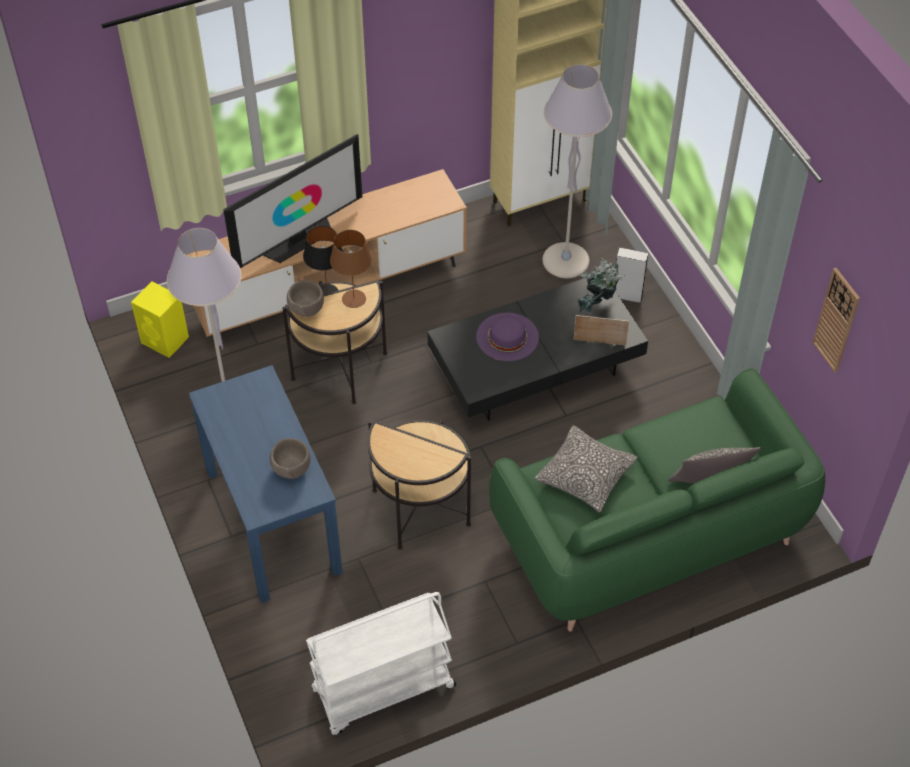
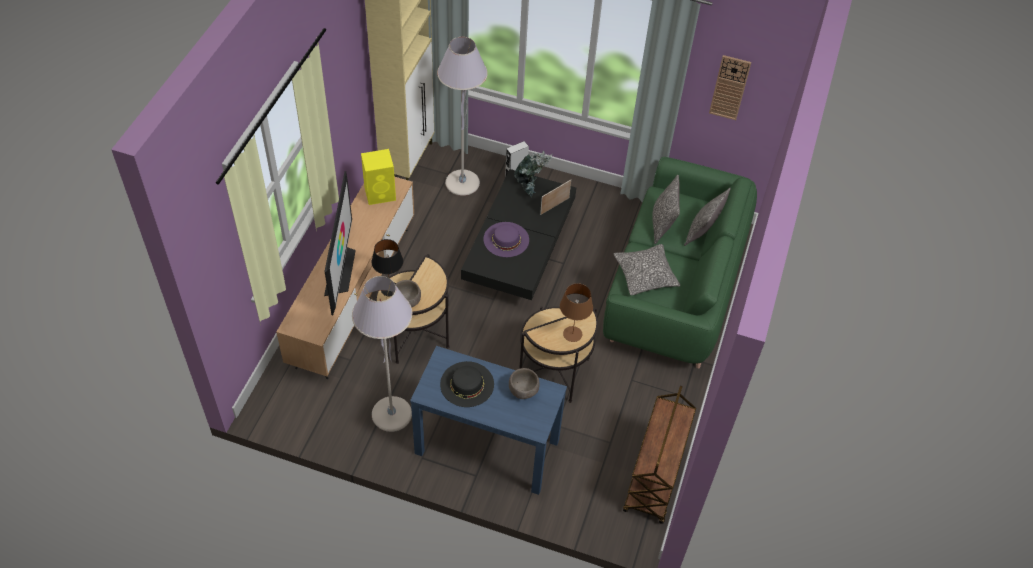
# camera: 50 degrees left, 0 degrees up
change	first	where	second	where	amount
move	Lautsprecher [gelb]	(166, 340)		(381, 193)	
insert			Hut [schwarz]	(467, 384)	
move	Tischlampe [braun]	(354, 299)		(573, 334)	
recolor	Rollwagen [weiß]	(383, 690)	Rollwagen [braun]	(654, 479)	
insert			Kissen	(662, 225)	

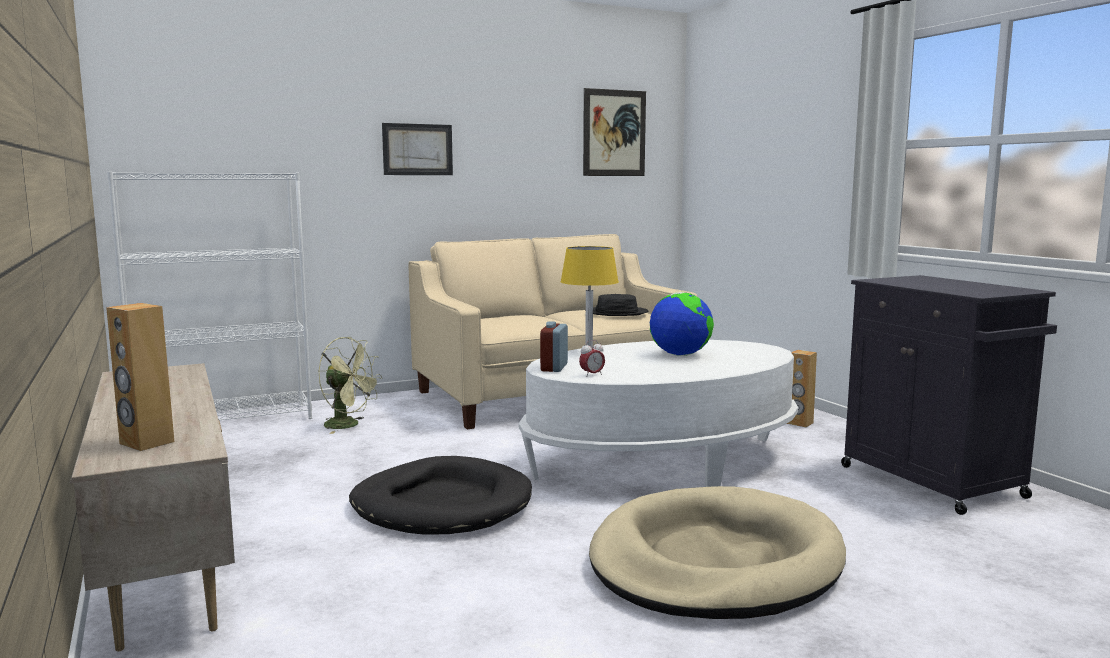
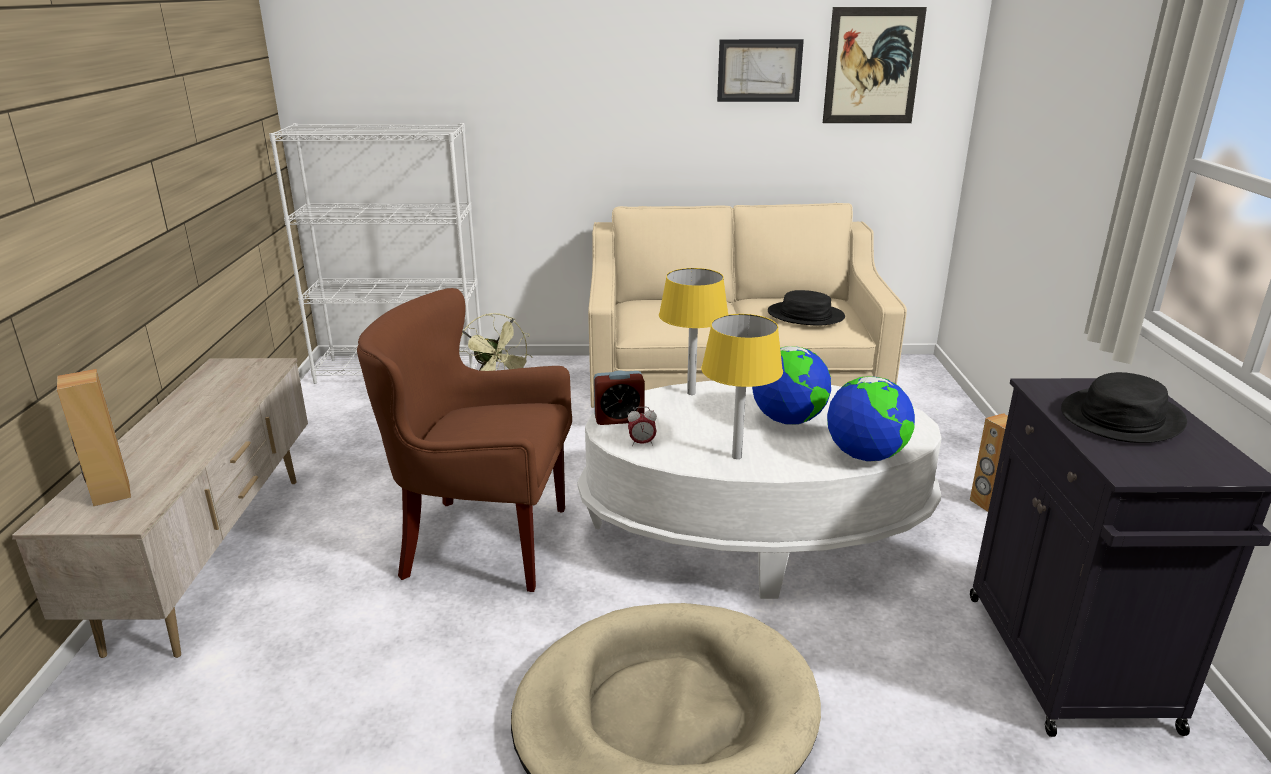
# camera: 25 degrees right, 15 degrees up
change	first	where	second	where	amount
replace	Hundebett [schwarz]	(442, 504)	Sessel [braun]	(481, 542)	
rotate	Wecker	(554, 367)		(619, 419)	135 degrees counterclockwise
insert			Tischlampe [gelb]	(736, 456)	
move	Bild	(417, 149)		(759, 70)	
insert			Globus	(865, 456)	
insert			Hut [schwarz]	(1121, 417)	

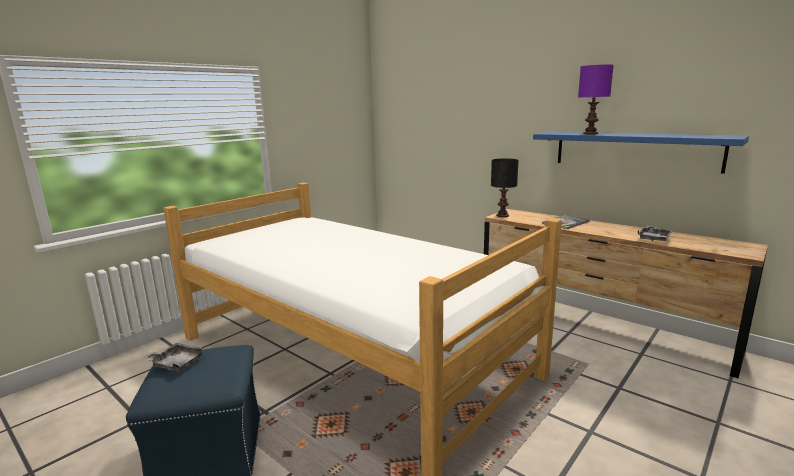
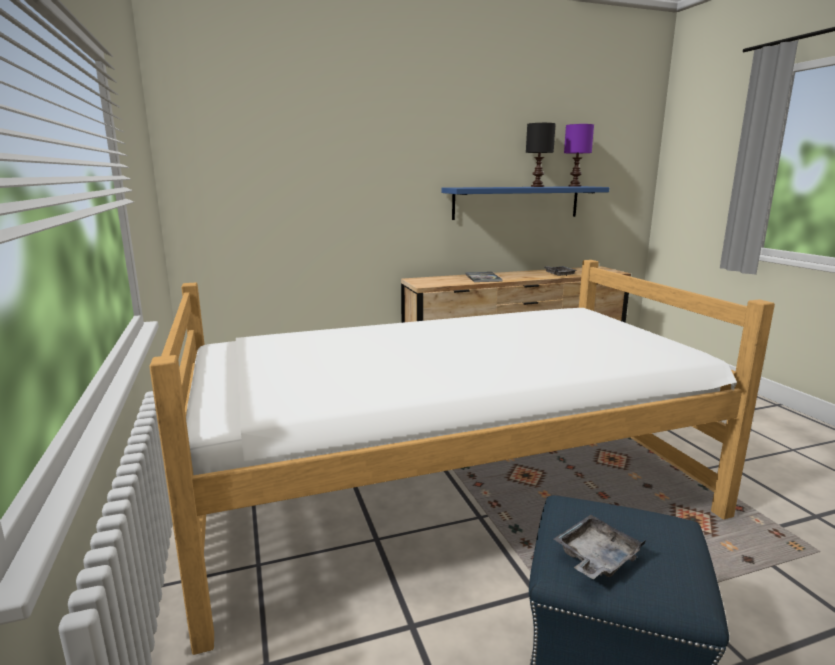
# camera: 60 degrees left, 0 degrees up
change	first	where	second	where	amount
move	Tischlampe [schwarz]	(503, 215)		(538, 186)	
move	Tischlampe [lila]	(591, 134)		(575, 186)	

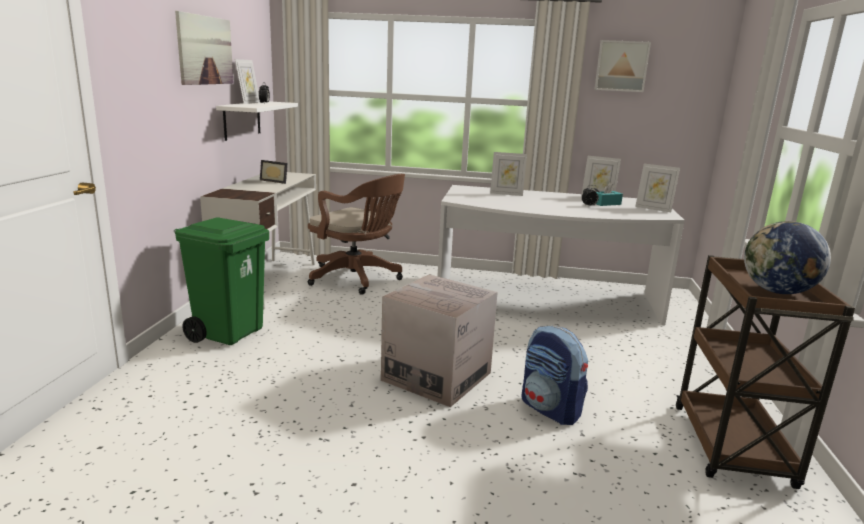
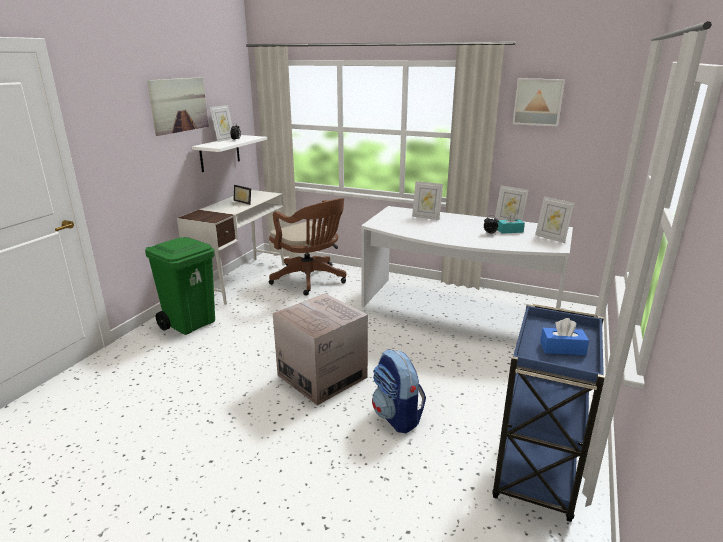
# camera: 15 degrees right, 5 degrees up
change	first	where	second	where	amount
recolor	Rollwagen [braun]	(732, 447)	Rollwagen [blau]	(536, 473)	
replace	Globus	(777, 292)	Taschentuchbox [blau]	(562, 348)	

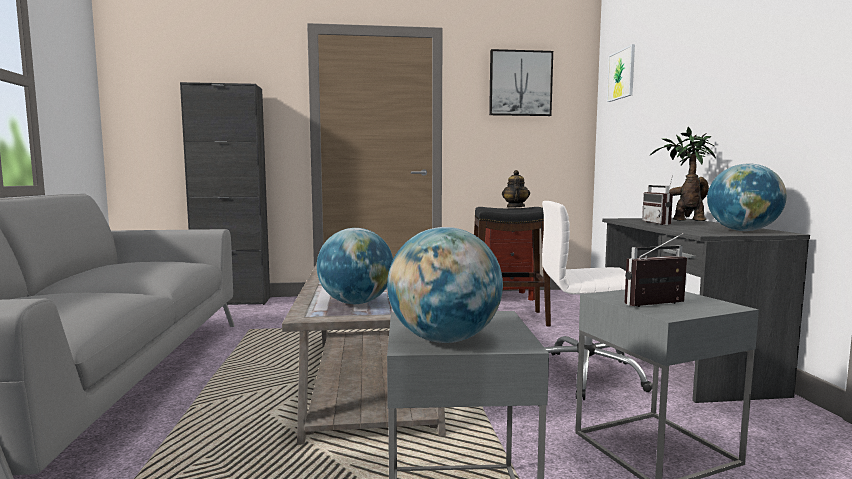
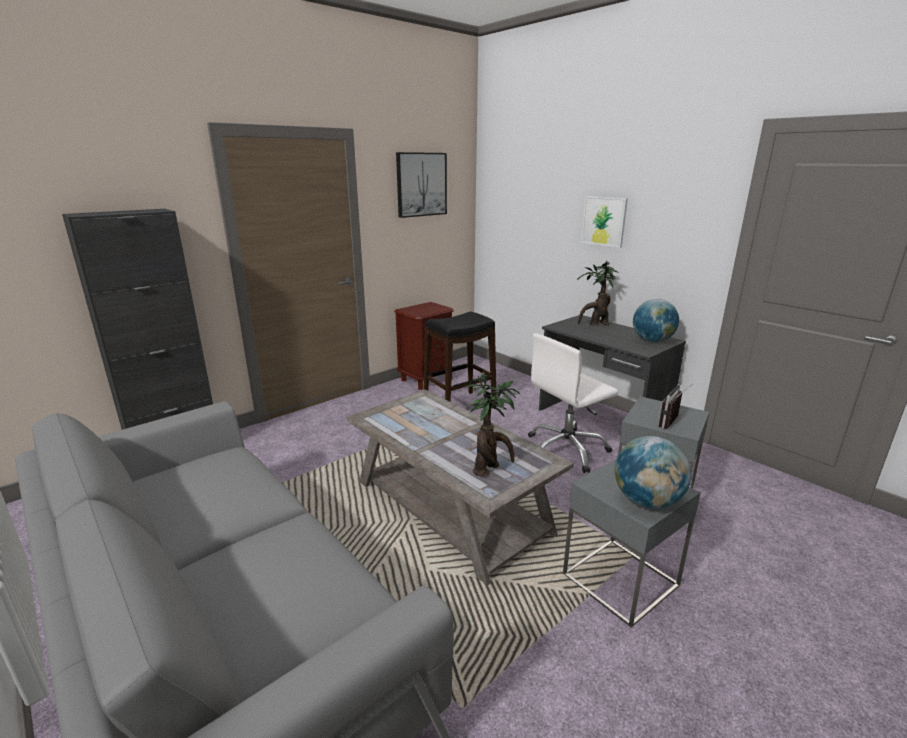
# camera: 35 degrees left, 15 degrees up
change	first	where	second	where	amount
replace	Globus	(356, 303)	Topfpflanze	(490, 468)	
move	Bild	(621, 74)		(604, 221)	
delete	Teekanne	(515, 207)			
delete	Radio	(661, 223)			

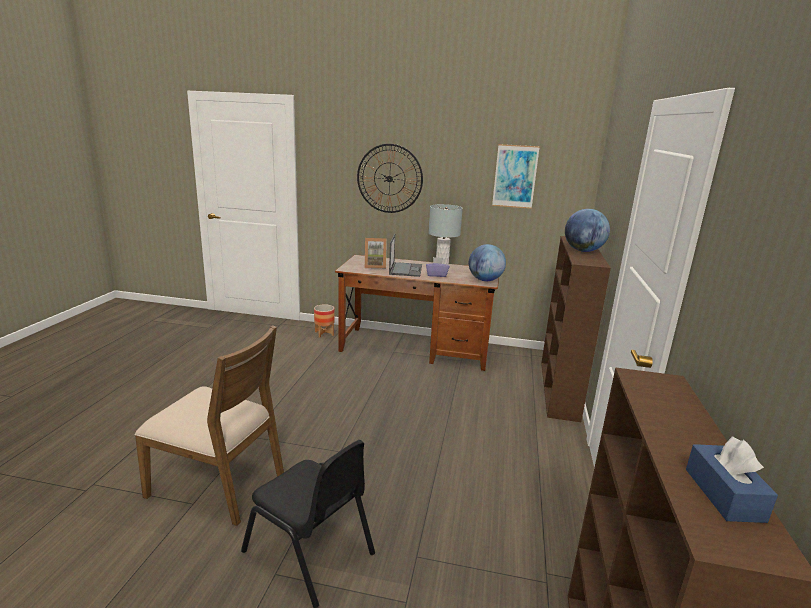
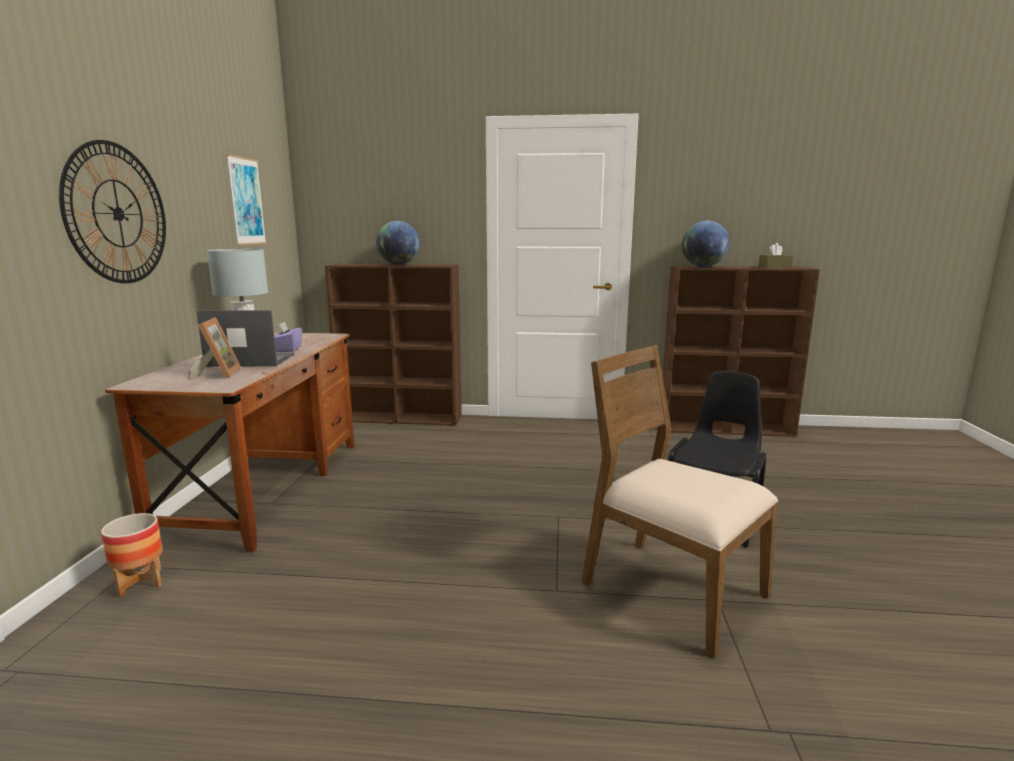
# camera: 95 degrees left, 5 degrees down
change	first	where	second	where	amount
rotate	Stuhl [braun]	(219, 484)		(671, 589)	60 degrees counterclockwise
move	Globus	(485, 280)		(703, 266)	
recolor	Taschentuchbox [blau]	(724, 494)	Taschentuchbox [braun]	(774, 267)	

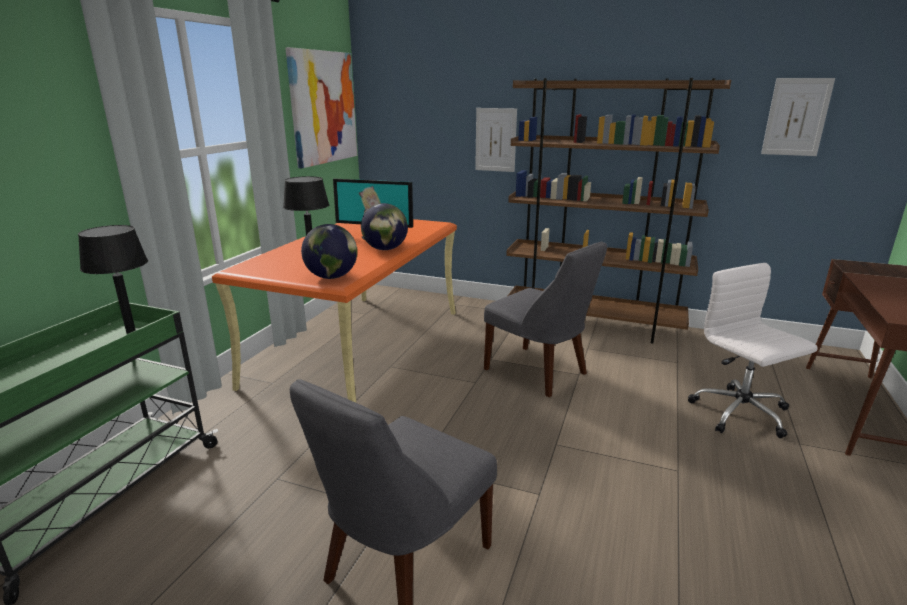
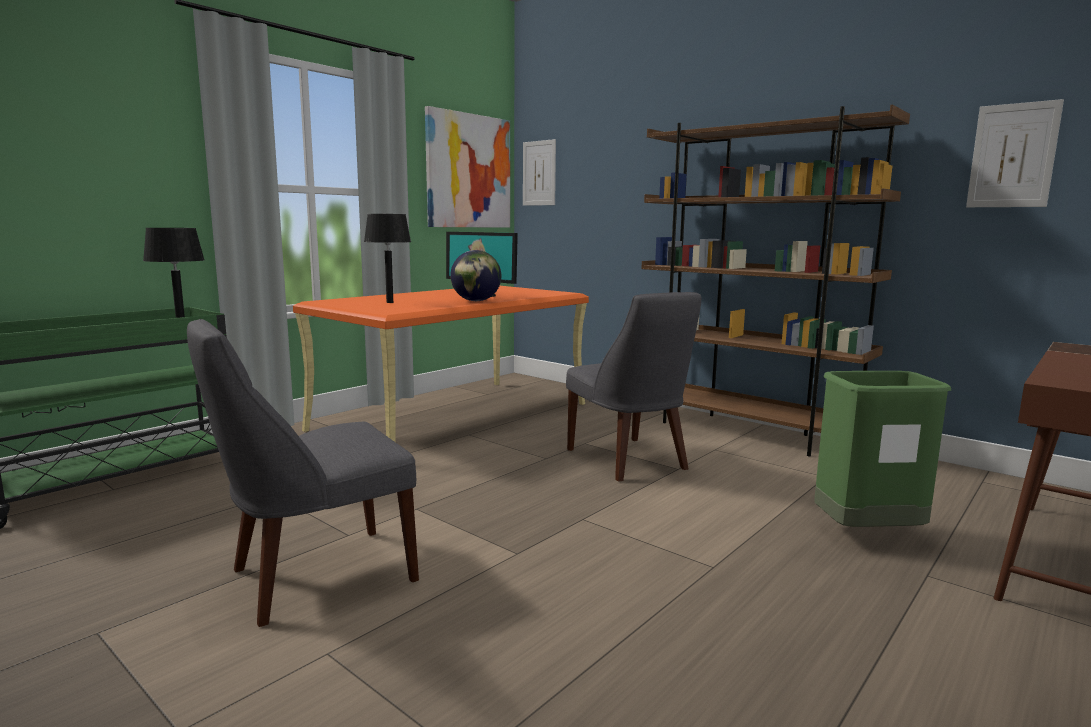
# camera: 20 degrees right, 10 degrees down
change	first	where	second	where	amount
move	Bild	(495, 140)		(539, 173)	
replace	Bürostuhl [weiß]	(741, 414)	Mülleimer [grün]	(867, 534)	
delete	Globus	(332, 277)			

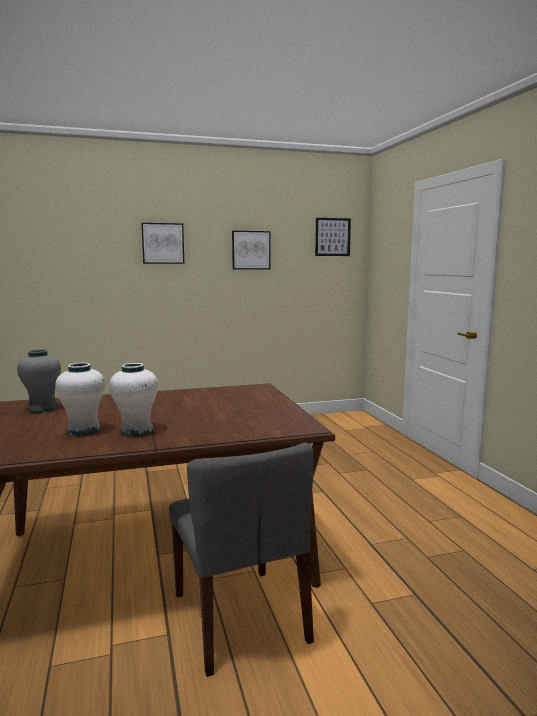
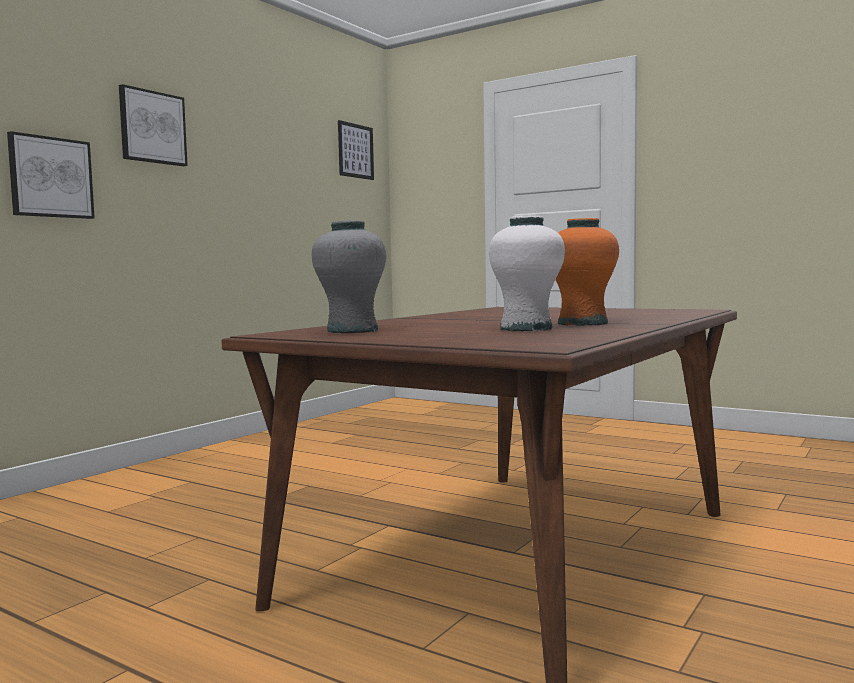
# camera: 40 degrees left, 5 degrees down
change	first	where	second	where	amount
move	Bild	(251, 250)		(50, 177)	
recolor	Vase [weiß]	(136, 431)	Vase [orange]	(583, 323)	
delete	Stuhl [grau]	(240, 617)			

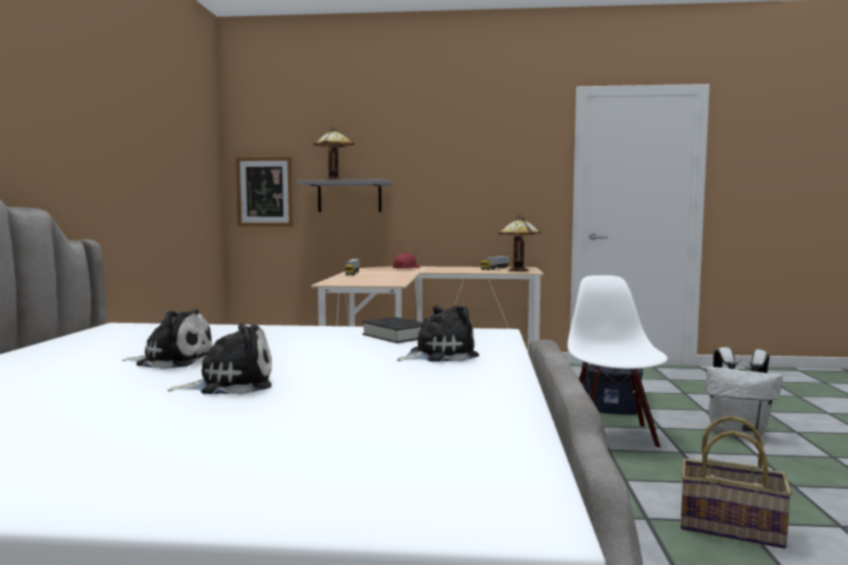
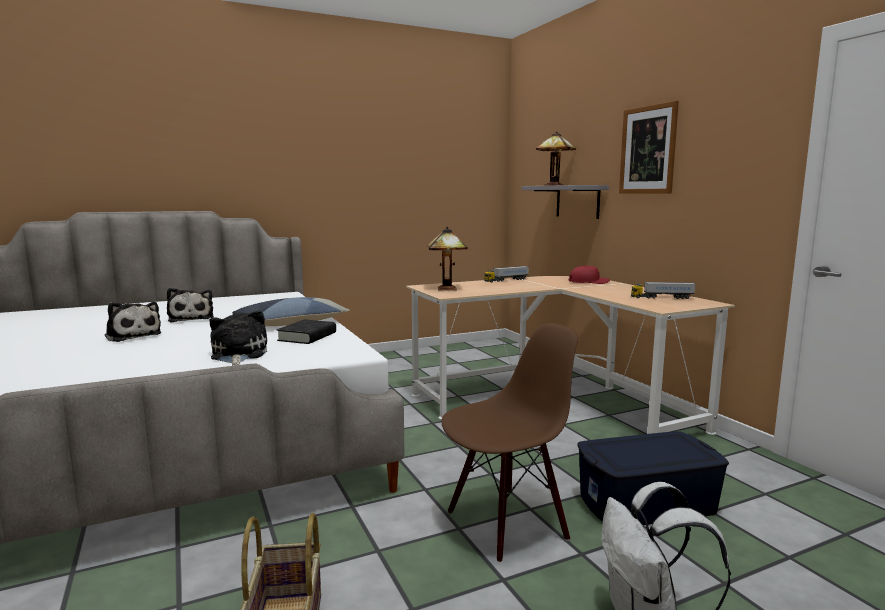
# camera: 60 degrees right, 5 degrees up
change	first	where	second	where	amount
rotate	Plüschtier	(439, 355)		(238, 355)	135 degrees counterclockwise
insert			Kissen	(291, 323)	
move	Tischlampe	(520, 270)		(448, 289)	
recolor	Stuhl [weiß]	(611, 436)	Stuhl [braun]	(506, 523)	
move	Bild	(264, 191)		(648, 150)	

